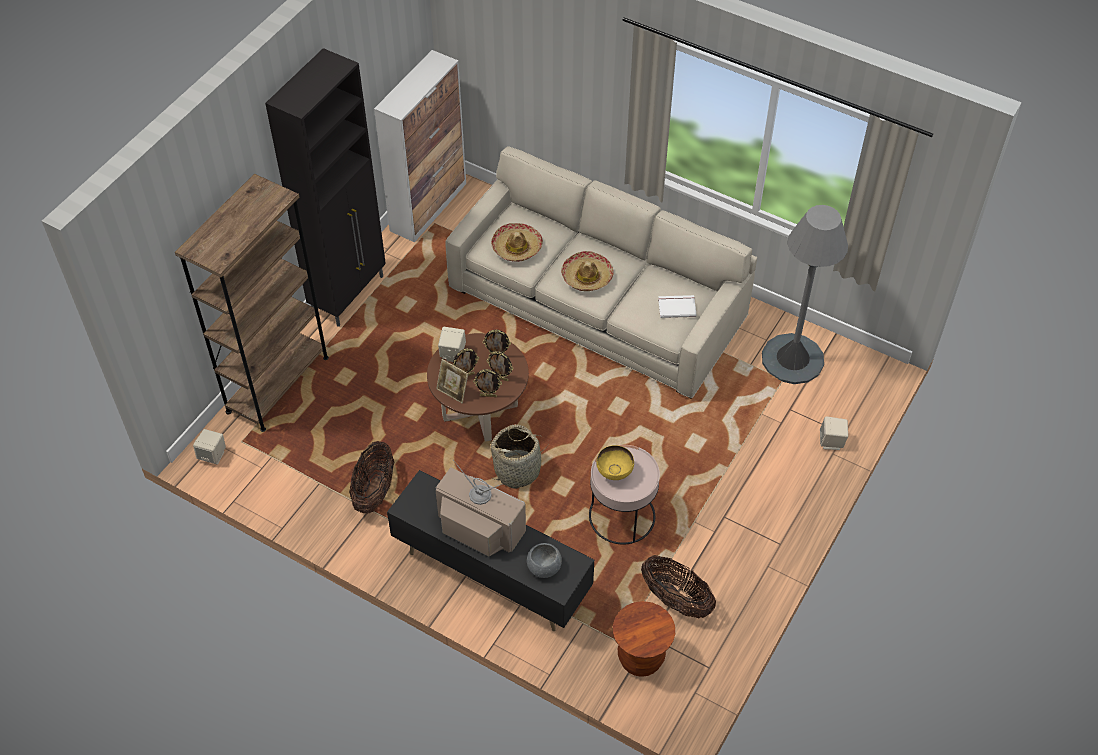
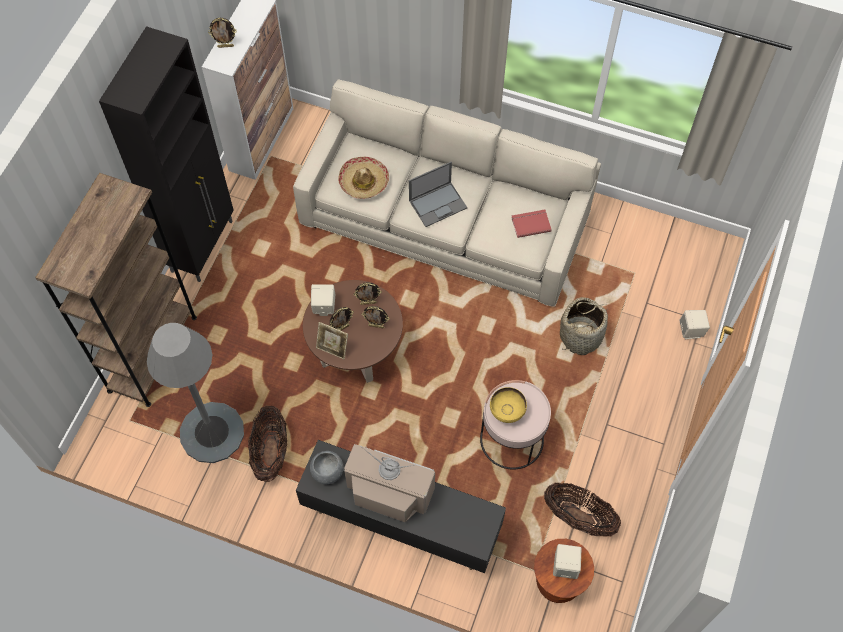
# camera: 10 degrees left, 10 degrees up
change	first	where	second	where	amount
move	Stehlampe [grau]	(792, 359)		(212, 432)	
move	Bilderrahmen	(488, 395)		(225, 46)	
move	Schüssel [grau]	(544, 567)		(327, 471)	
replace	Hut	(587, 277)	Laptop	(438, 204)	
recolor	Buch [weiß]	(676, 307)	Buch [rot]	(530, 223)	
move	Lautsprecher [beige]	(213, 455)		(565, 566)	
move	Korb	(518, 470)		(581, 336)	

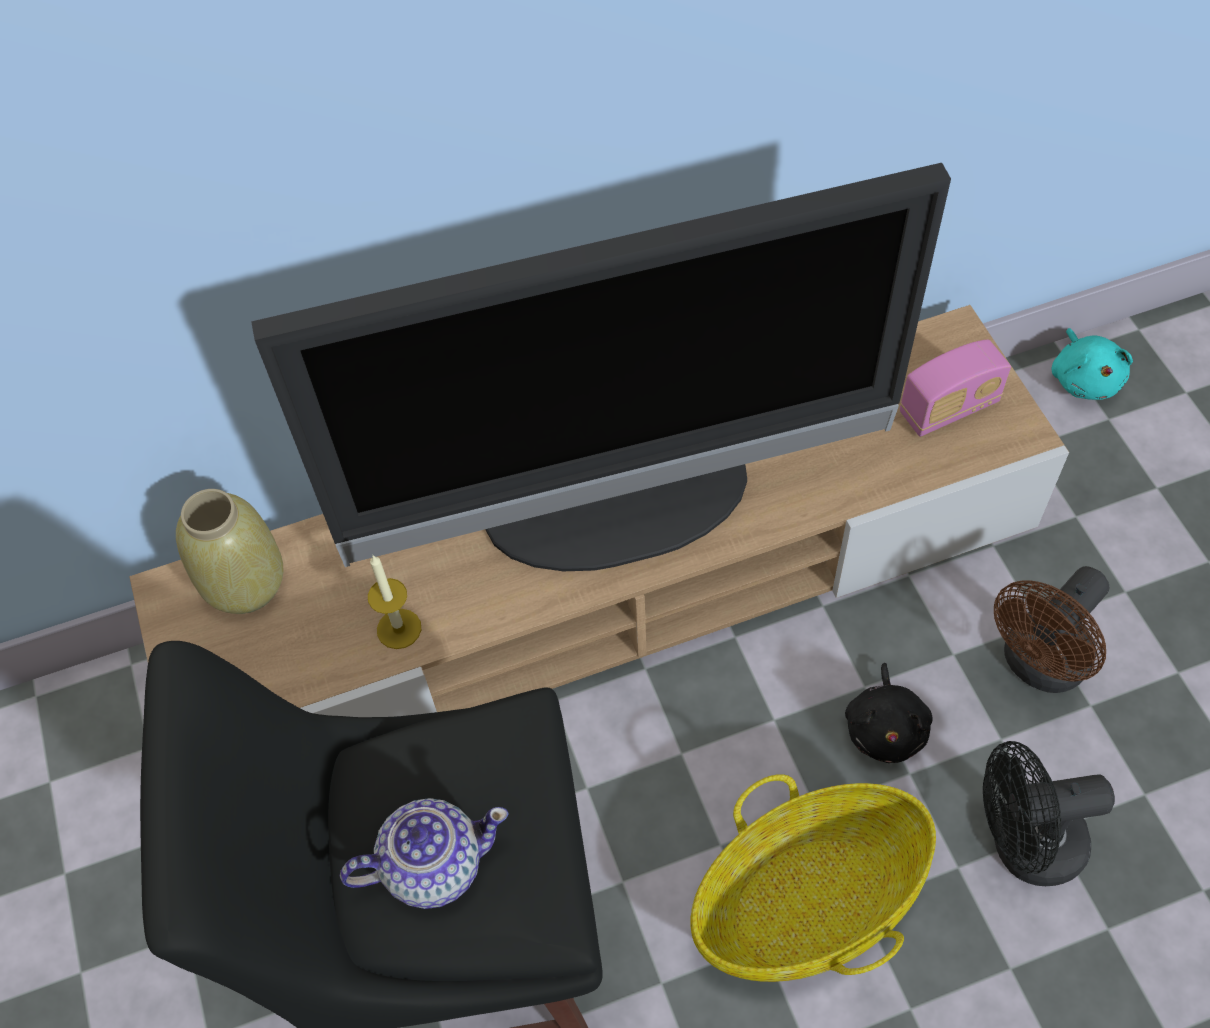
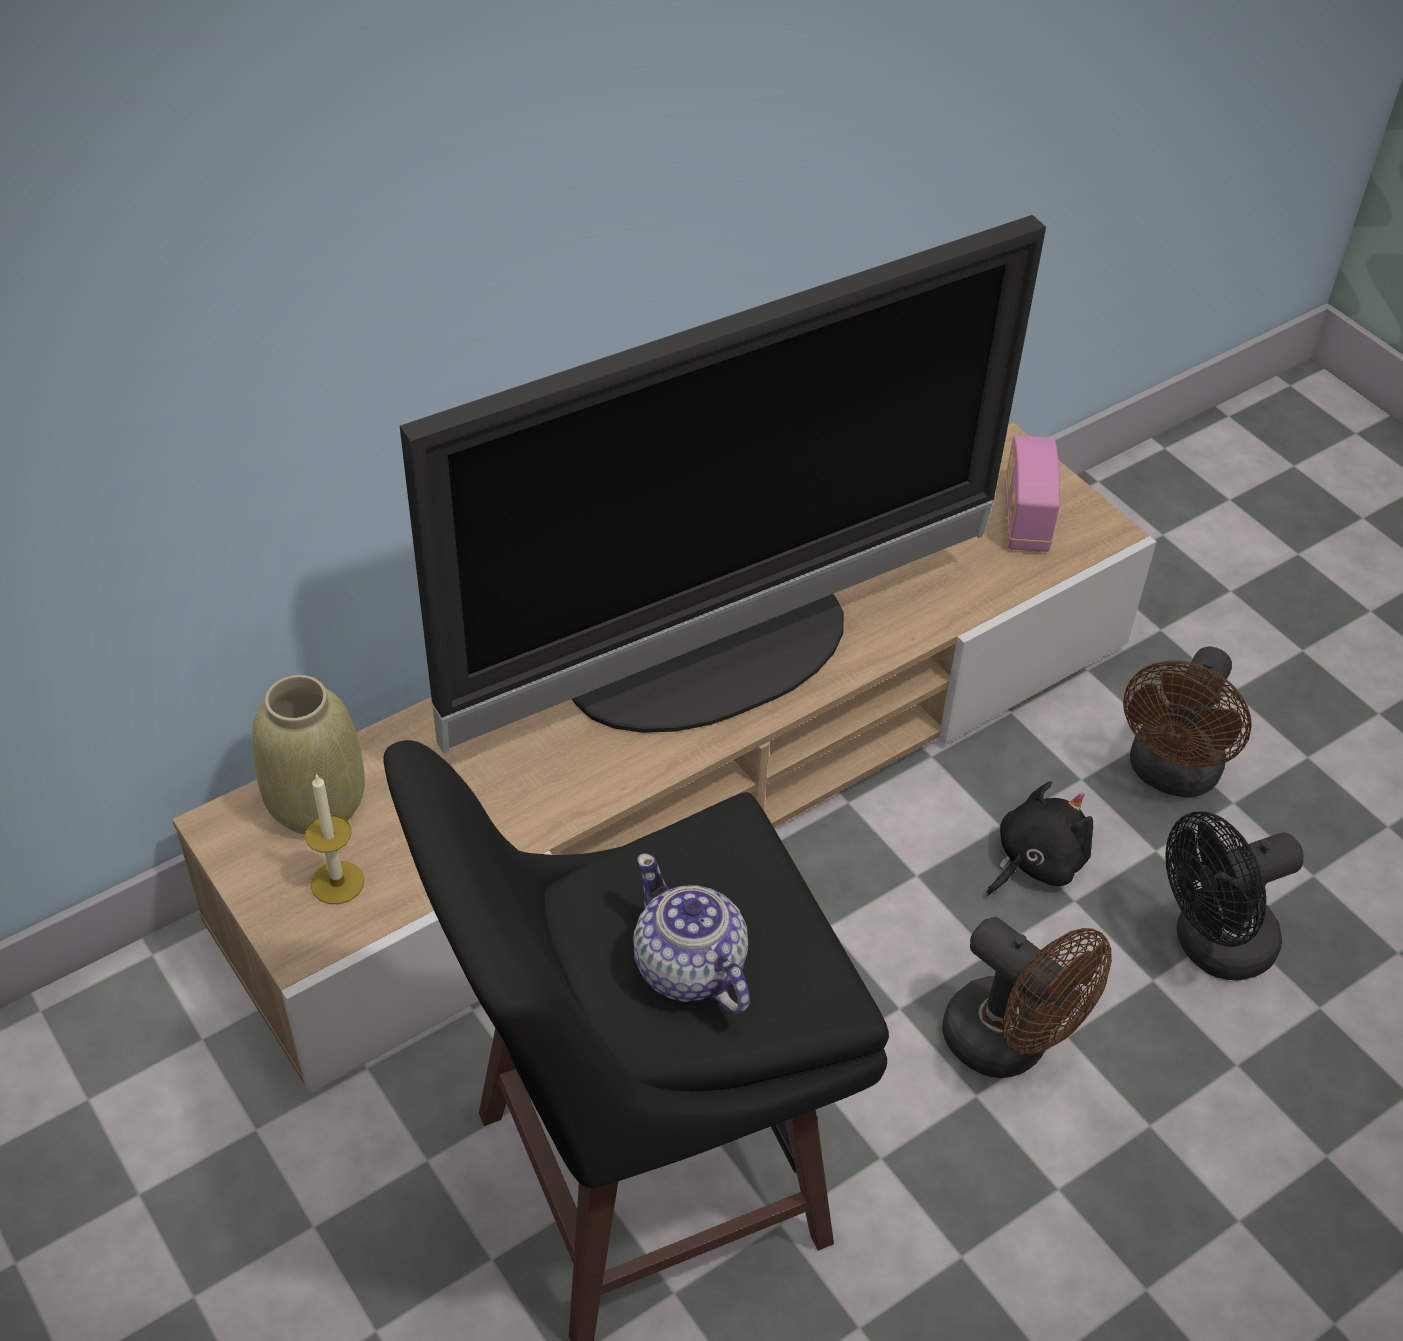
# camera: 20 degrees left, 10 degrees down
change	first	where	second	where	amount
move	Kerze	(399, 629)		(337, 882)	
rotate	Teekanne	(432, 865)		(689, 969)	90 degrees counterclockwise
replace	Korb	(808, 902)	Ventilator [braun]	(1010, 1045)	
rotate	Plüschtier [schwarz]	(885, 728)		(1035, 861)	120 degrees counterclockwise
rotate	Radio	(949, 408)		(1025, 519)	135 degrees clockwise
delete	Plüschtier [türkis]	(1084, 378)			

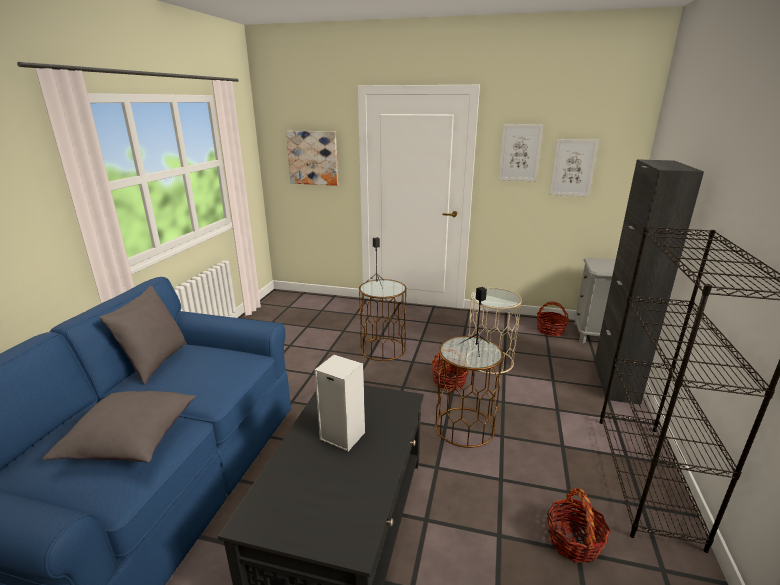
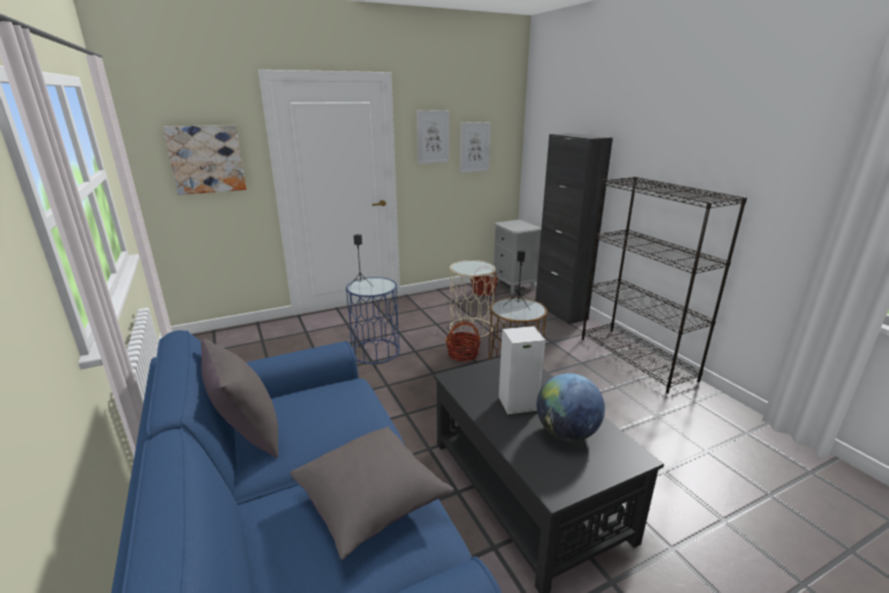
# camera: 40 degrees left, 0 degrees up
change	first	where	second	where	amount
recolor	Beistelltisch [braun]	(383, 349)	Beistelltisch [blau]	(375, 351)	
insert			Globus	(566, 433)	
delete	Korb	(574, 541)			

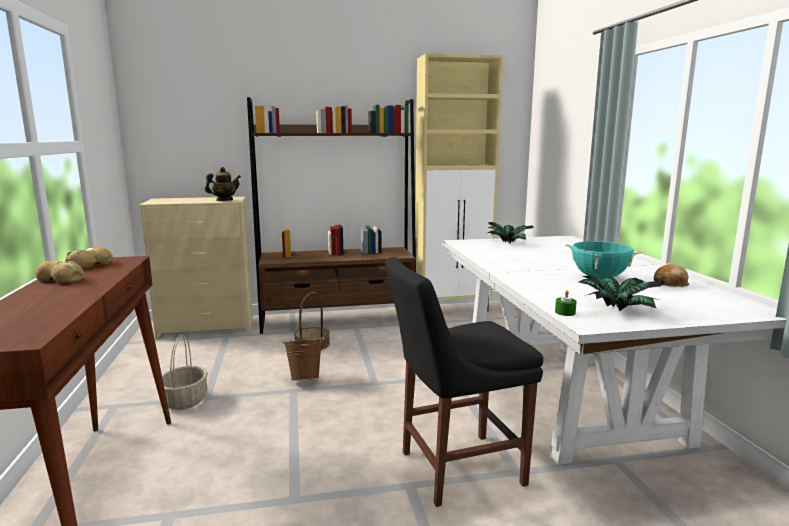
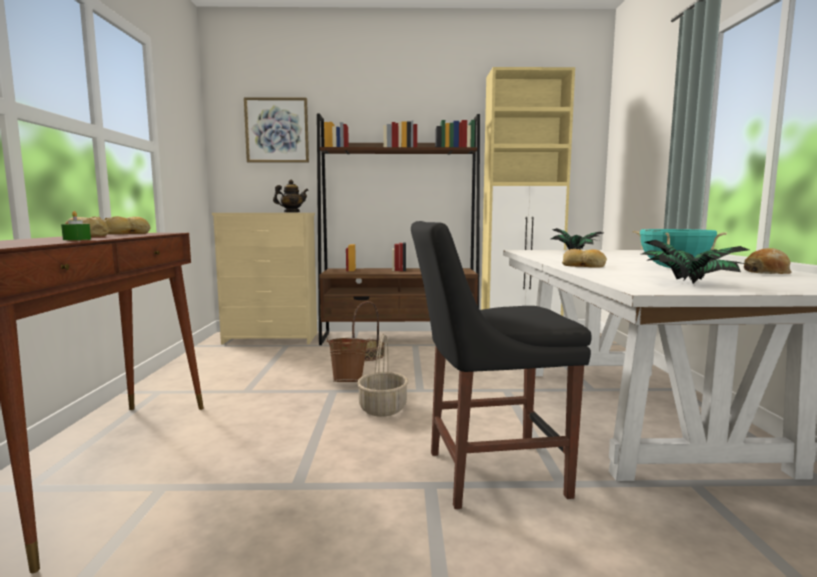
# camera: 10 degrees right, 5 degrees down
change	first	where	second	where	amount
move	Kerze [grün]	(565, 312)		(77, 239)	
insert			Bild	(277, 130)	
move	Korb	(184, 400)		(382, 408)	
insert			Brot	(583, 266)	

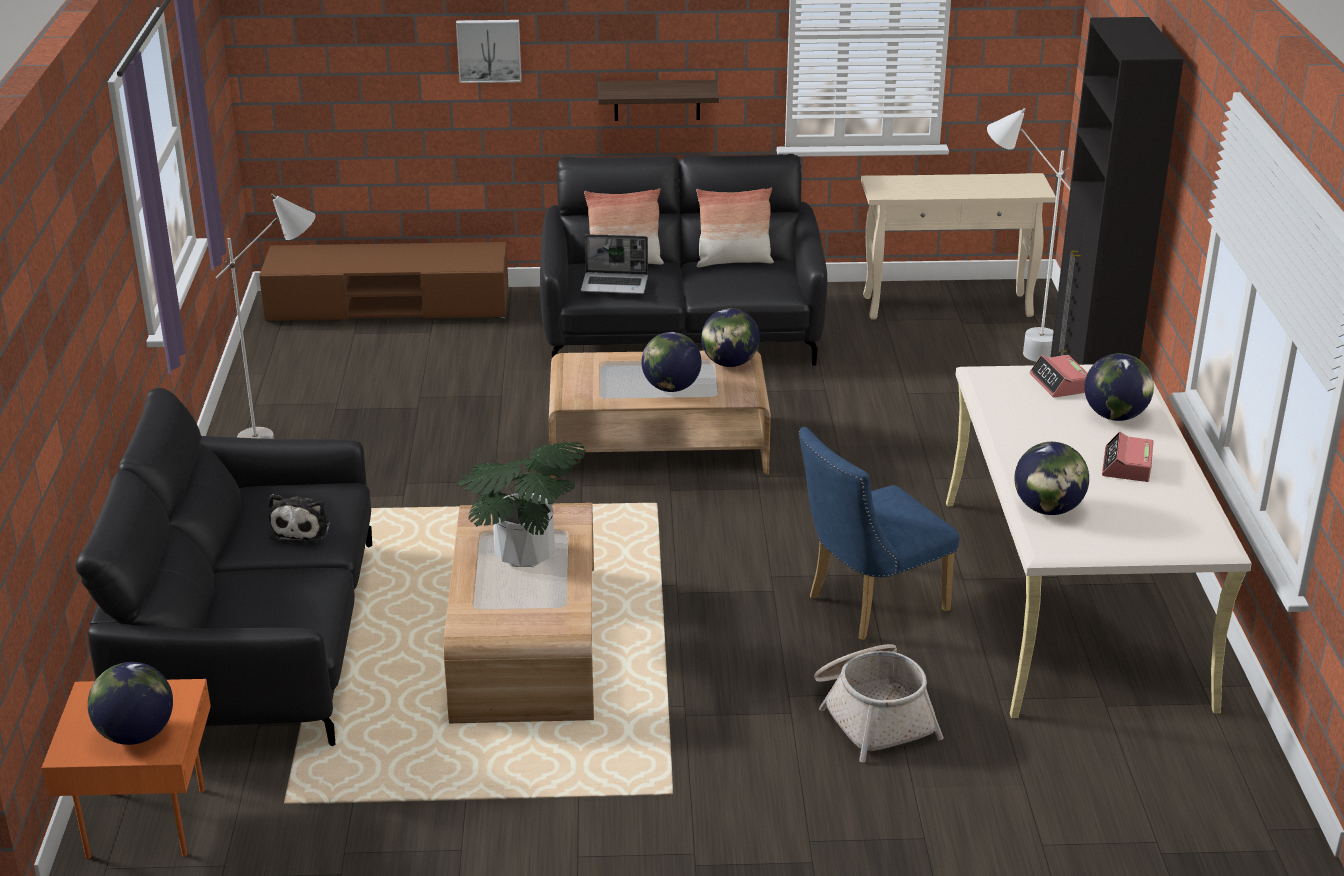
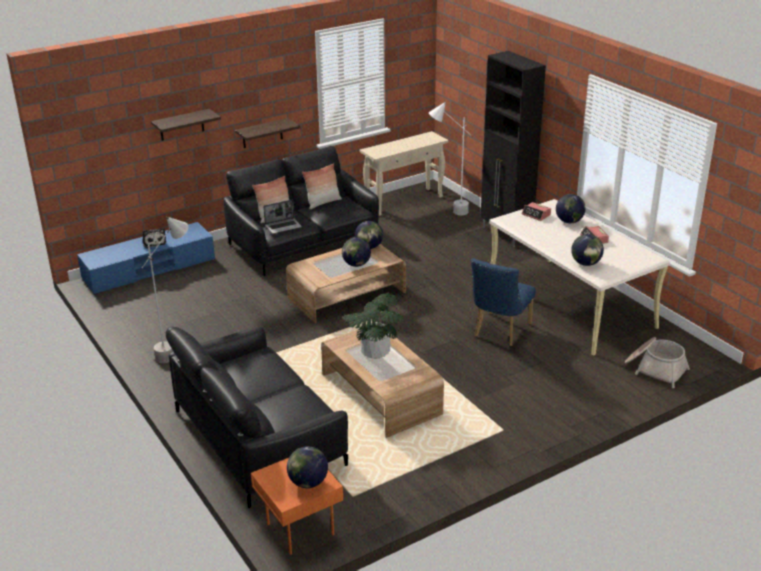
# camera: 30 degrees left, 0 degrees up
change	first	where	second	where	amount
recolor	Fernsehschrank [braun]	(389, 306)	Fernsehschrank [blau]	(149, 269)	
move	Plüschtier	(302, 528)		(154, 242)	
replace	Bild	(489, 50)	Wandregal	(181, 125)	
move	Korb	(872, 714)		(655, 369)	

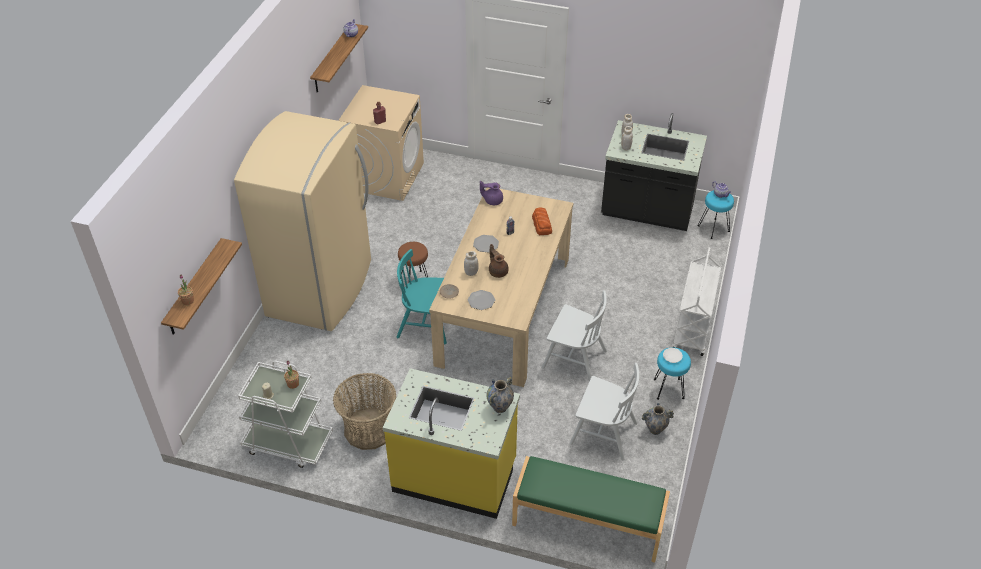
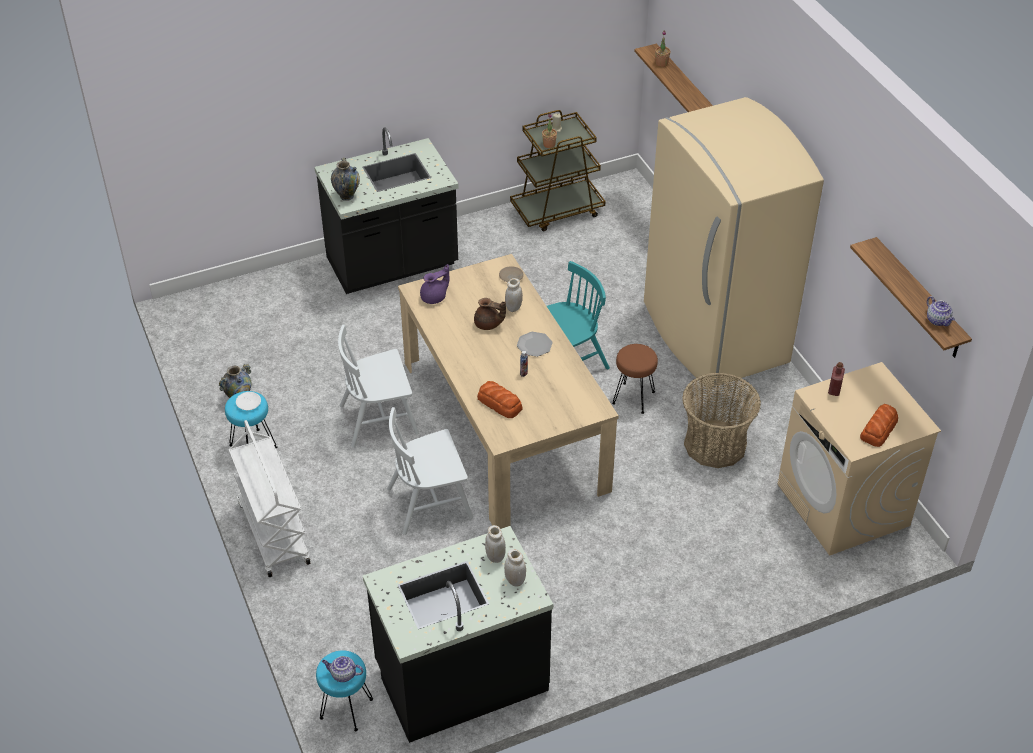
# camera: 140 degrees right, 0 degrees up
change	first	where	second	where	amount
recolor	Küchenzeile [gelb]	(455, 475)	Küchenzeile [schwarz]	(392, 264)	
move	Stuhl [weiß]	(603, 433)		(430, 502)	
move	Teekanne [lila]	(492, 200)		(434, 297)	
recolor	Rollwagen [weiß]	(288, 443)	Rollwagen [braun]	(557, 210)	
move	Korb	(369, 429)		(715, 444)	
insert			Brot	(879, 429)	
delete	Teller	(481, 300)			
delete	Bank [grün]	(587, 524)			

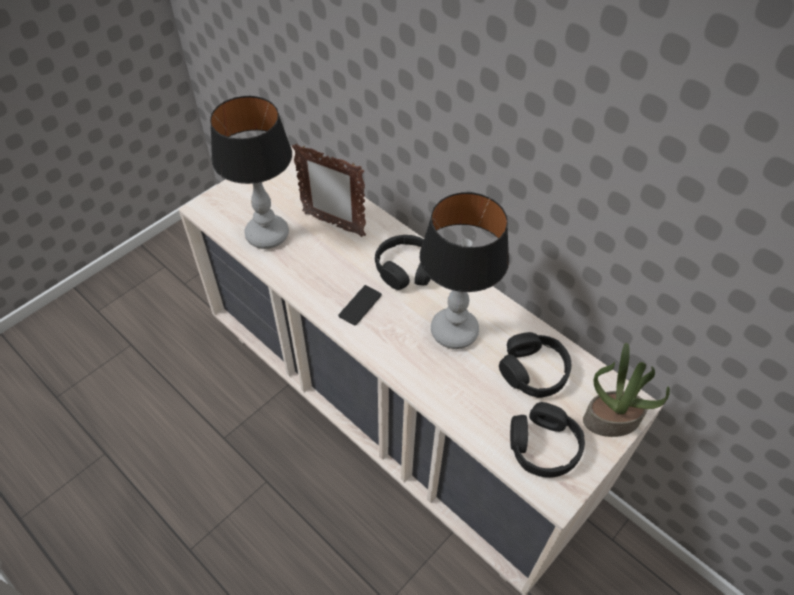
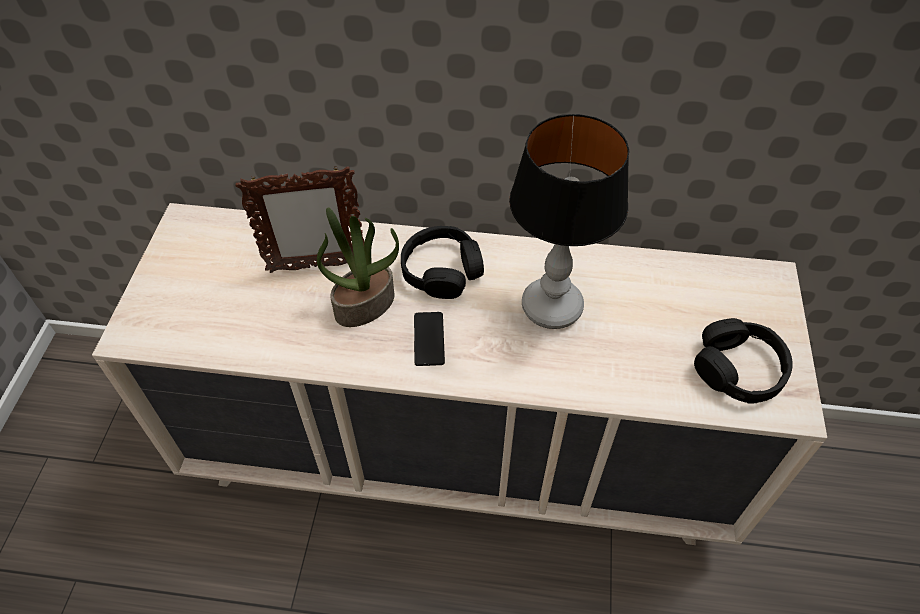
# camera: 35 degrees left, 0 degrees up
change	first	where	second	where	amount
move	Topfpflanze	(611, 419)		(365, 304)	
delete	Tischlampe	(268, 235)			
delete	Kopfhörer [schwarz]	(533, 371)			

